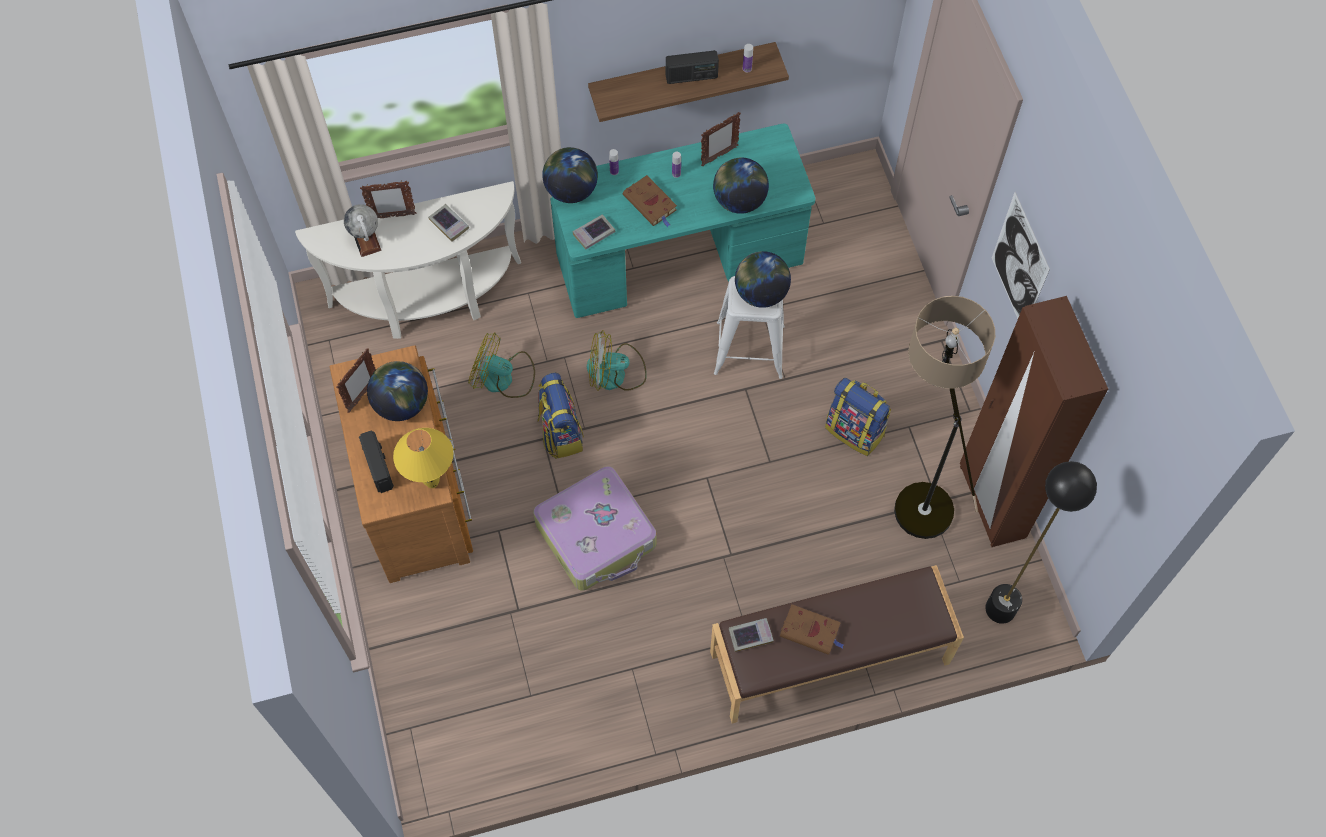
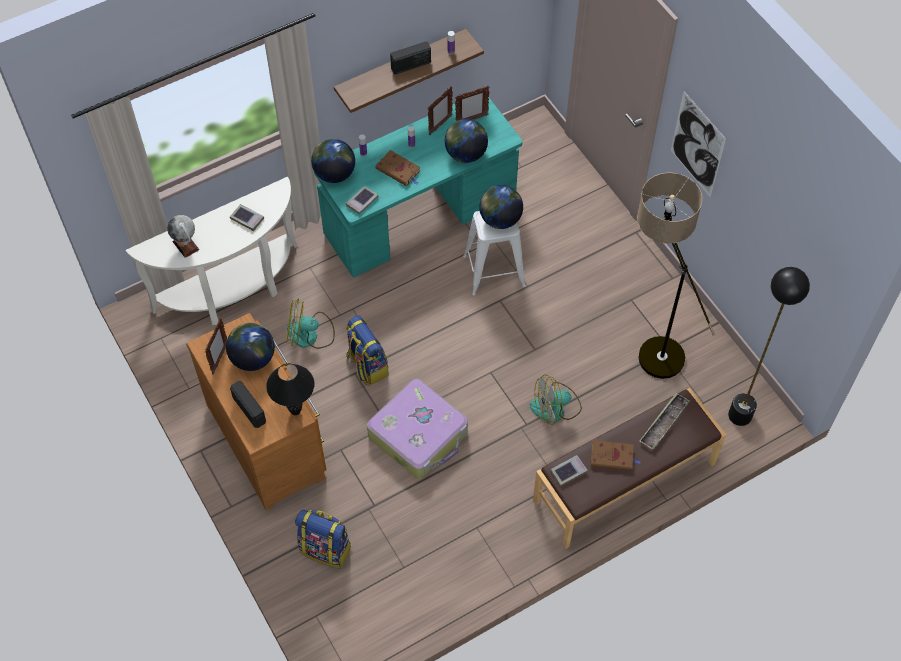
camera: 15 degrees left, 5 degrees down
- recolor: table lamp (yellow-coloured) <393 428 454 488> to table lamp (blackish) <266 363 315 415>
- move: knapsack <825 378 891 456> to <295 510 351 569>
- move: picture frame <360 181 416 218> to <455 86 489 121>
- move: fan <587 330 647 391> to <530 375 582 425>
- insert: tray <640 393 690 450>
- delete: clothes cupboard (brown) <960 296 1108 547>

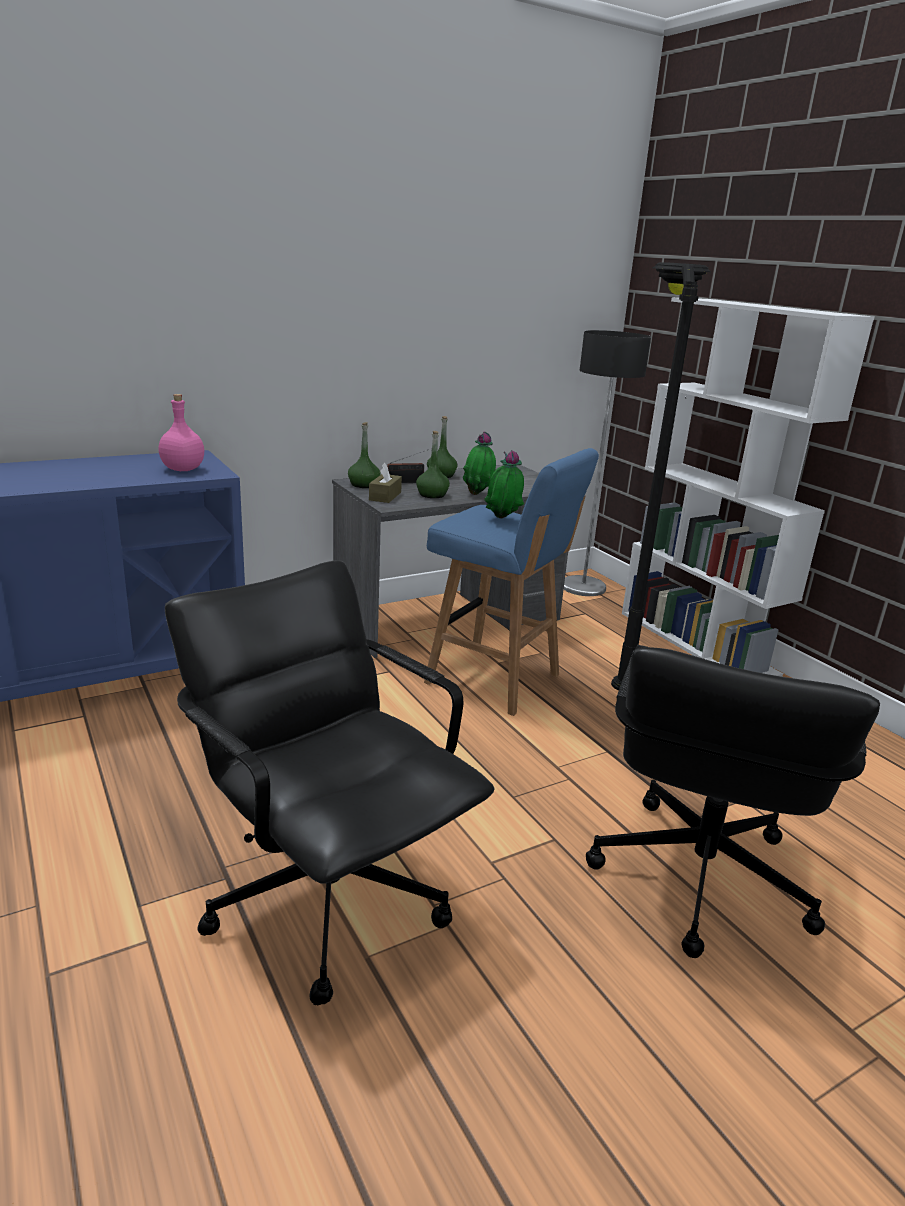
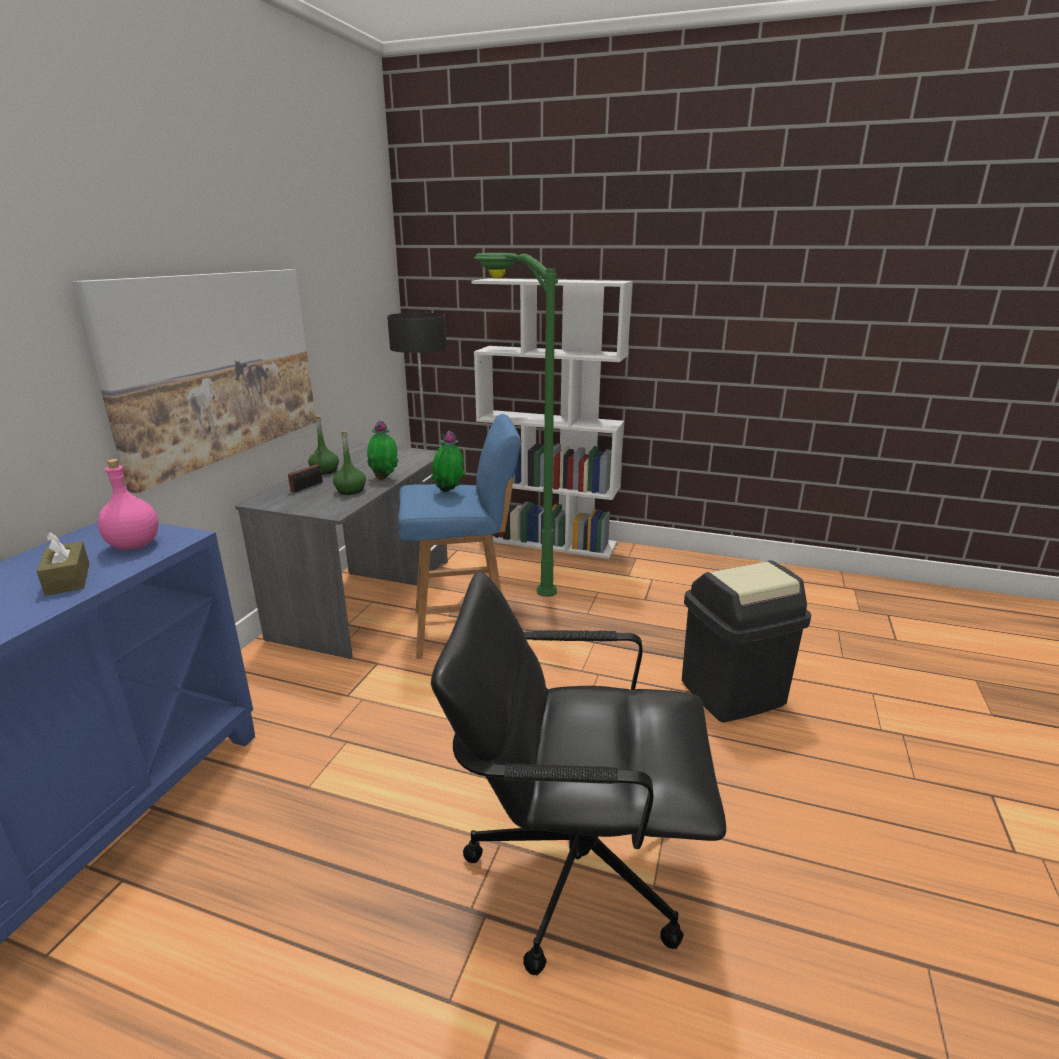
camera: 40 degrees left, 0 degrees up
- move: tissue box (brown) <369 463 402 503> to <37 532 90 596>
- insert: picture <72 269 316 493>
- recolor: standing lamp (blackish) <611 262 711 690> to standing lamp (green) <474 253 558 597>
- replace: desk chair (blackish) <586 645 880 958> to trash can (blackish) <682 561 811 722>
- delete: beverage bottle (green) <348 422 381 488>

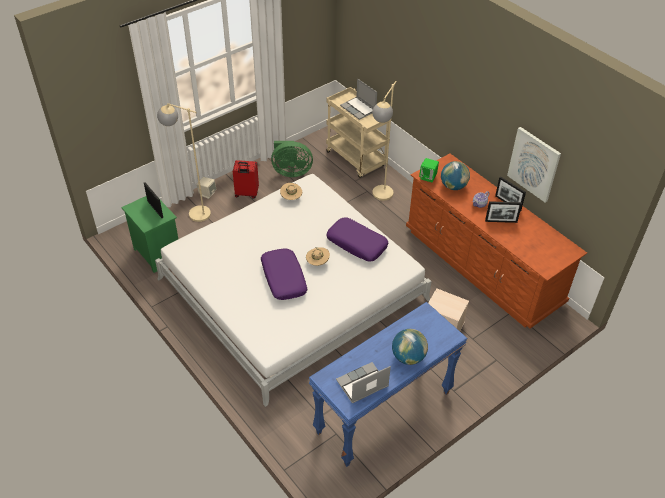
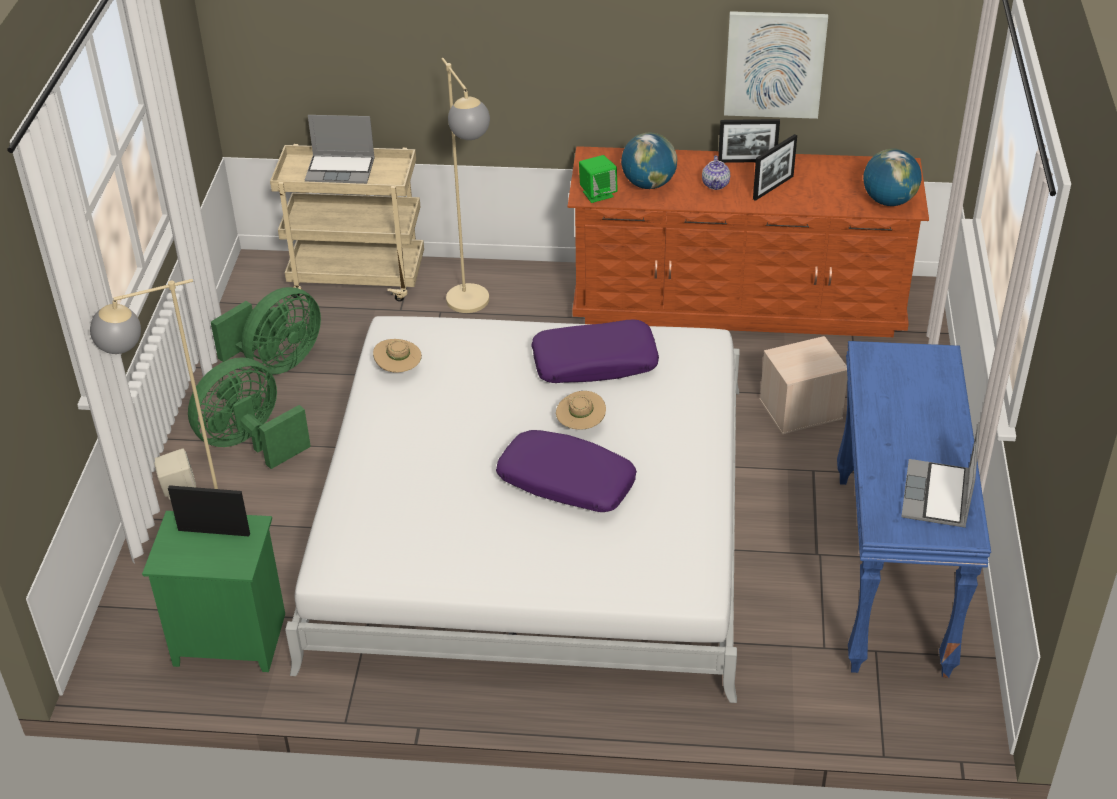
camera: 45 degrees left, 5 degrees down
- replace: suitcase (red-coloured) <233 160 259 199> to fan (green) <188 357 311 469>
- move: desk globe <392 329 428 365> to <863 149 922 206>

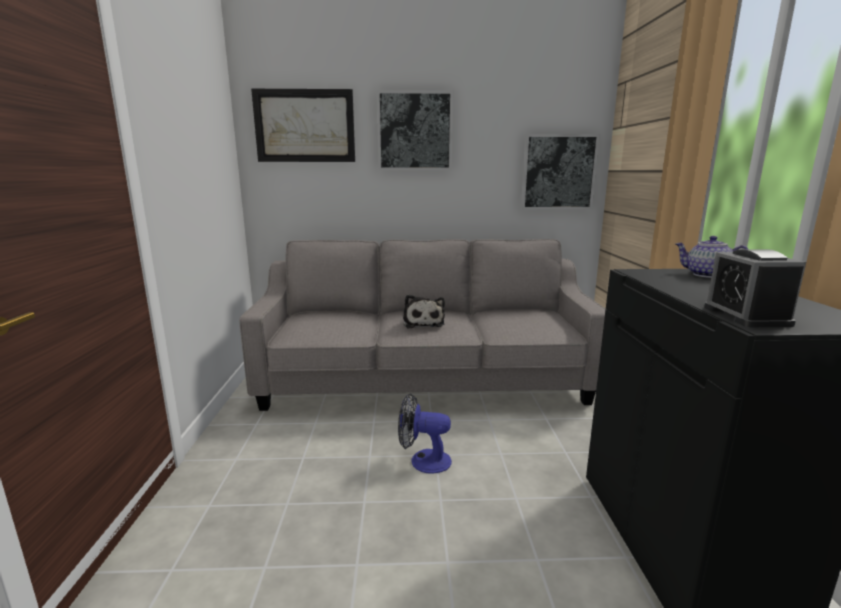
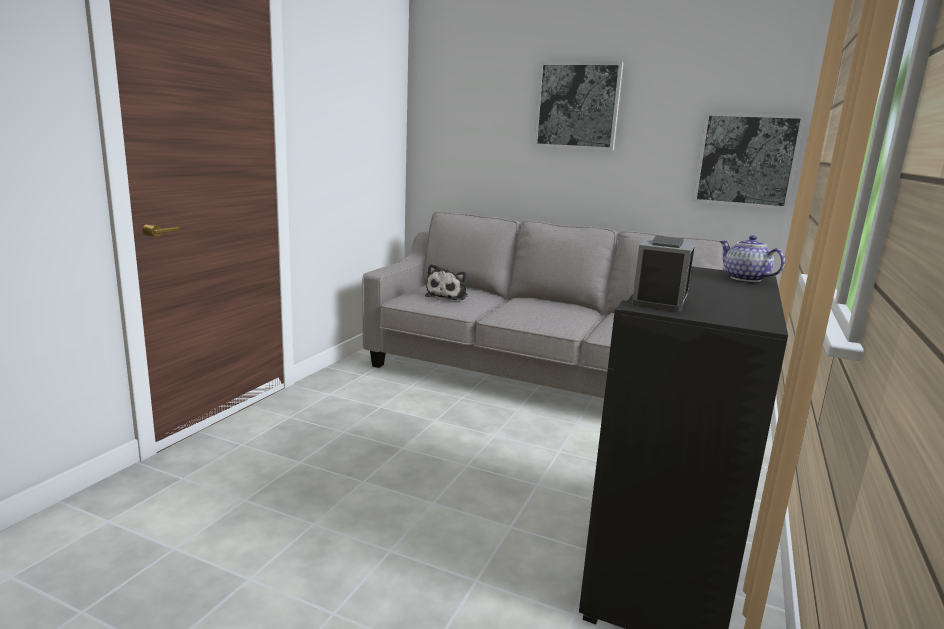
camera: 25 degrees right, 0 degrees up
- move: plush toy <403 294 445 328> to <425 264 468 300>
- delete: picture <251 89 355 162>
- delete: fan <398 393 452 474>

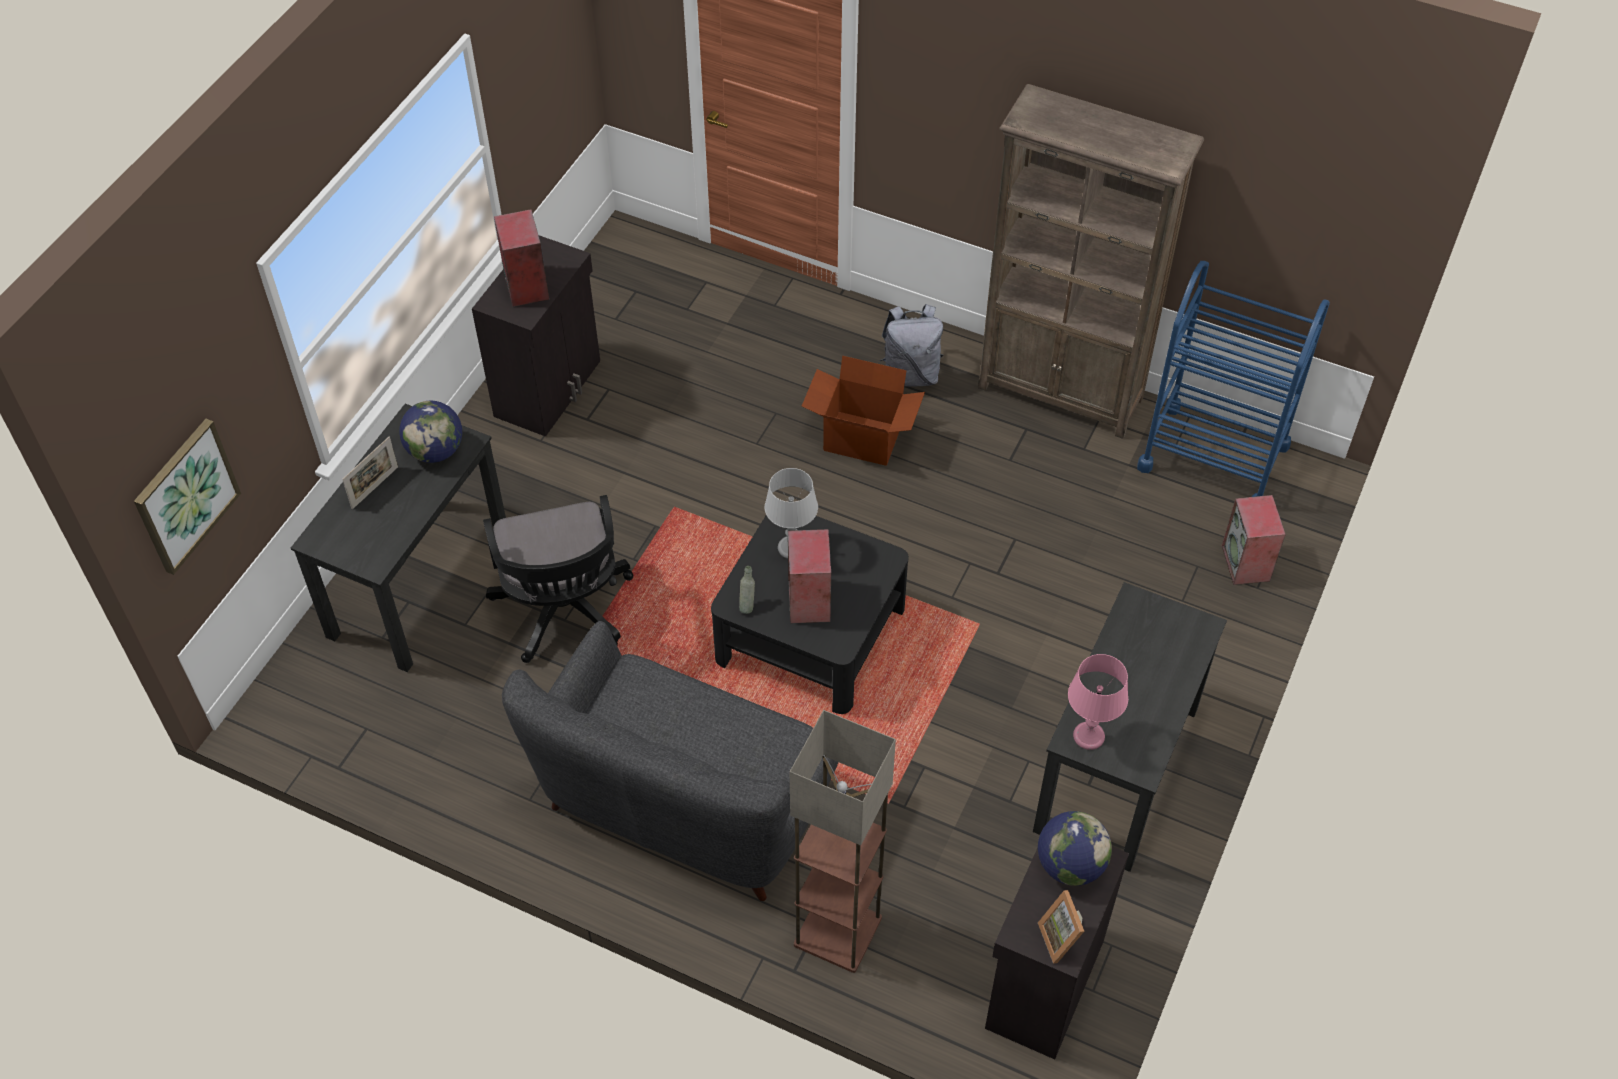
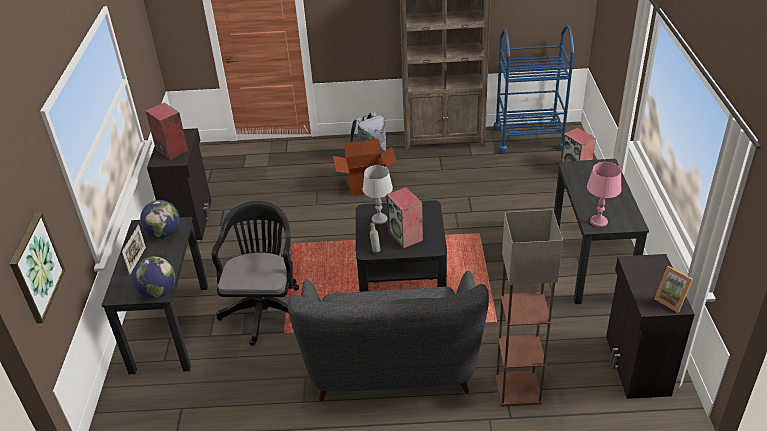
camera: 25 degrees left, 15 degrees down
- move: desk globe <1038 811 1112 886> to <132 257 175 298>
- rotate: desk chair (blackish) <483 495 633 663> = <211 201 299 346> 135 degrees counterclockwise

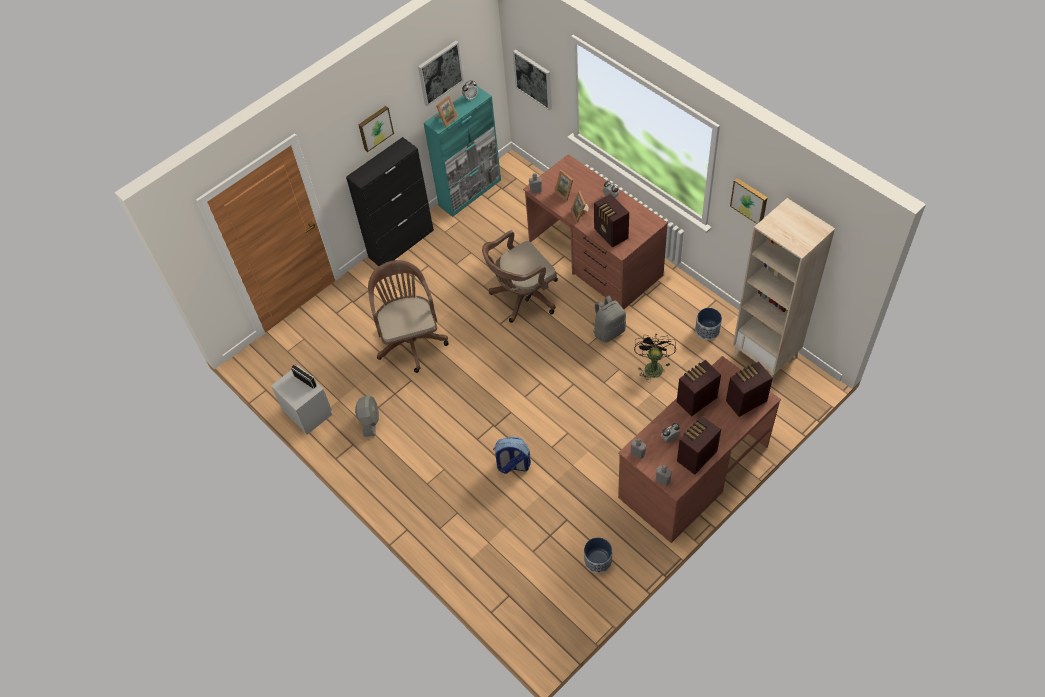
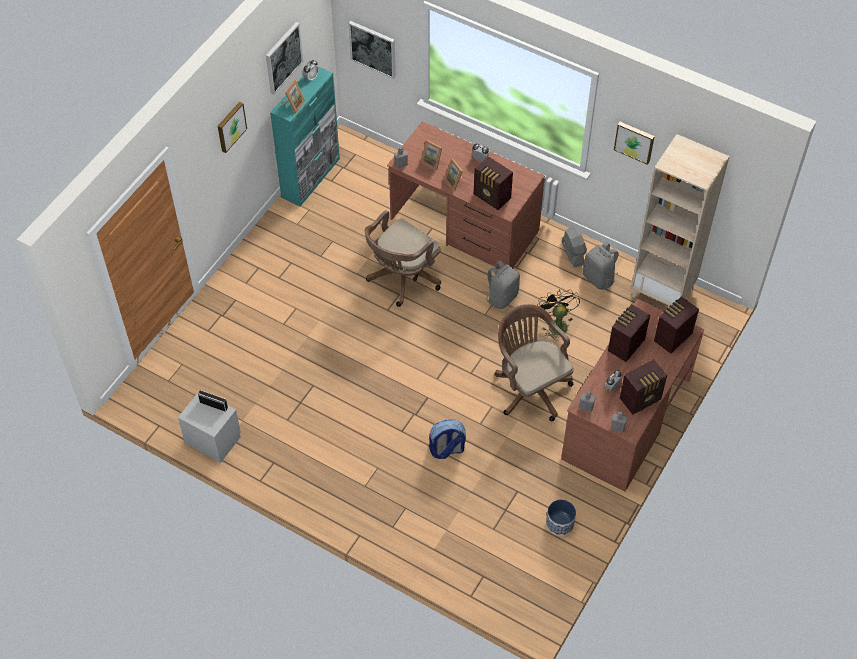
camera: 20 degrees left, 0 degrees up
- move: desk chair (brown) <368 260 449 373> to <494 304 574 421>
- move: fan (grey) <355 395 379 437> to <562 225 587 268>
- replace: plant pot <695 308 722 340> to knapsack (grey) <583 241 619 290>
- rotate: radio receiver <677 416 721 475> = <620 359 667 415> 150 degrees counterclockwise
- delete: cabinet (blackish) <346 137 434 266>

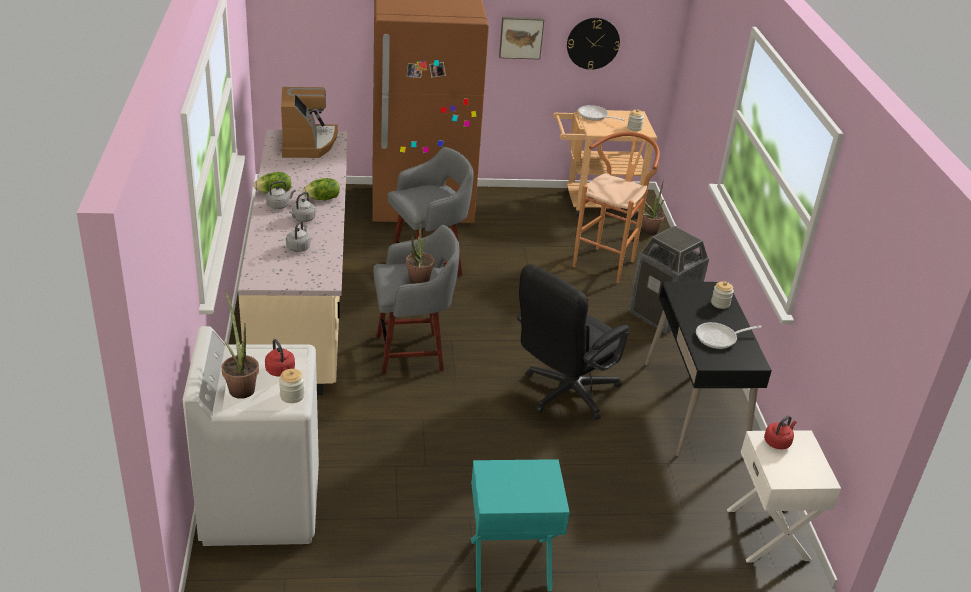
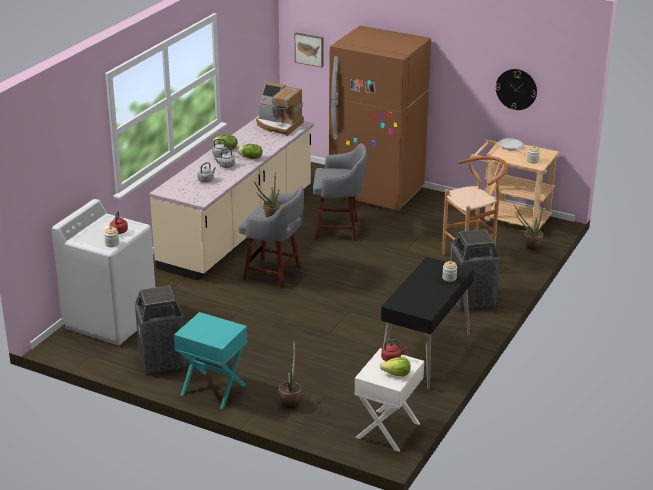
camera: 35 degrees right, 5 degrees down
- insert: trash can <135 285 187 375>
- rotate: coffee brewer <281 87 338 158> = <256 82 304 136> 90 degrees clockwise
- move: houseplant <222 290 259 399> to <279 342 301 408>
- move: picture <499 17 544 60> to <295 32 324 68>
- insert: head of lettuce <380 357 411 376>
- delete: desk chair (blackish) <517 264 629 420>
- delete: skillet <696 322 762 349>

